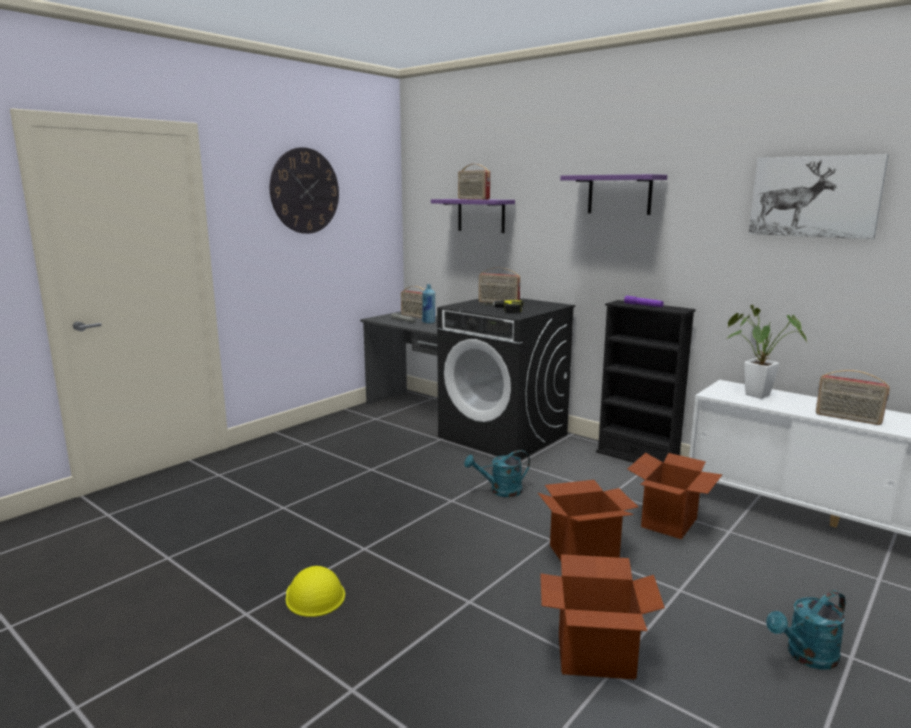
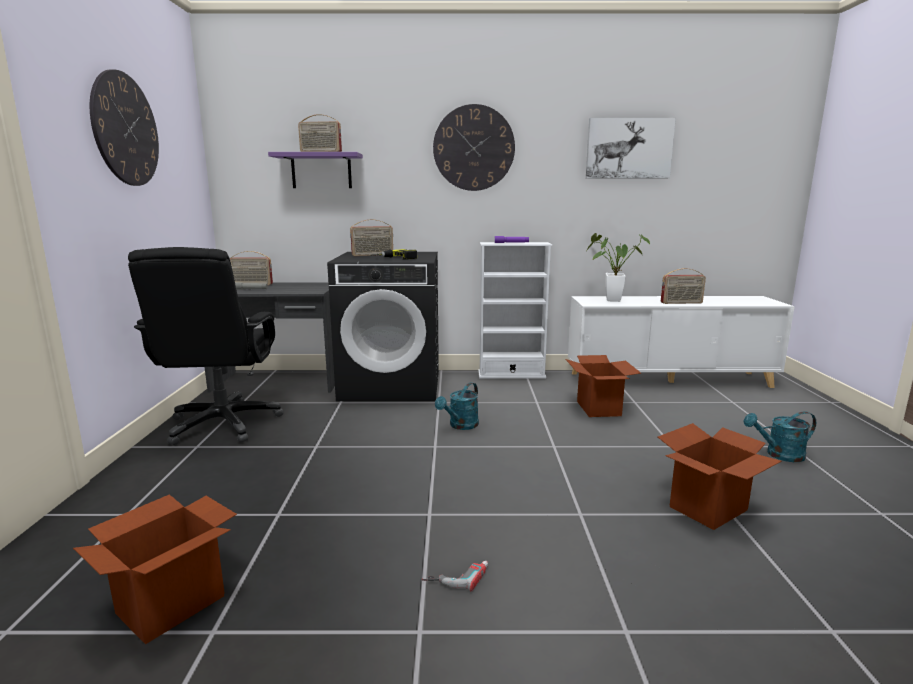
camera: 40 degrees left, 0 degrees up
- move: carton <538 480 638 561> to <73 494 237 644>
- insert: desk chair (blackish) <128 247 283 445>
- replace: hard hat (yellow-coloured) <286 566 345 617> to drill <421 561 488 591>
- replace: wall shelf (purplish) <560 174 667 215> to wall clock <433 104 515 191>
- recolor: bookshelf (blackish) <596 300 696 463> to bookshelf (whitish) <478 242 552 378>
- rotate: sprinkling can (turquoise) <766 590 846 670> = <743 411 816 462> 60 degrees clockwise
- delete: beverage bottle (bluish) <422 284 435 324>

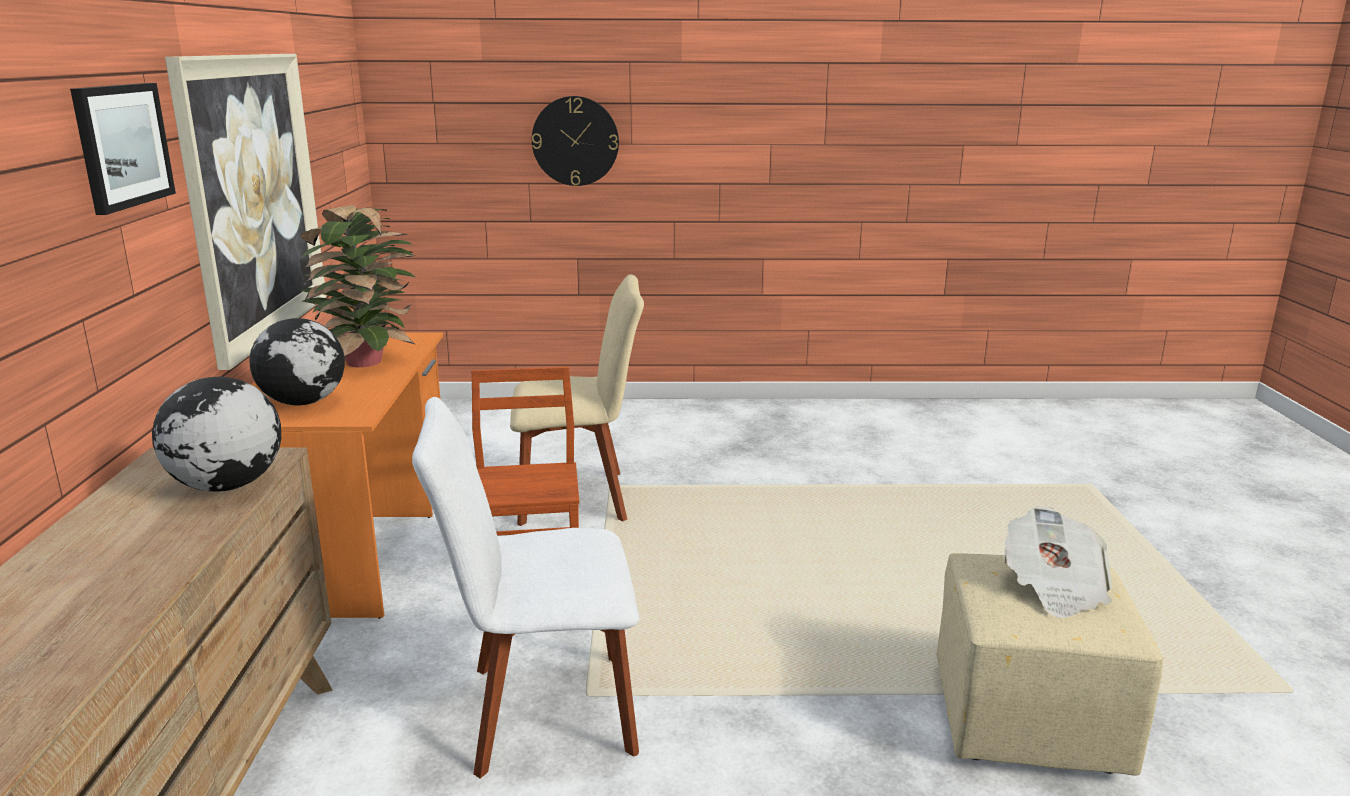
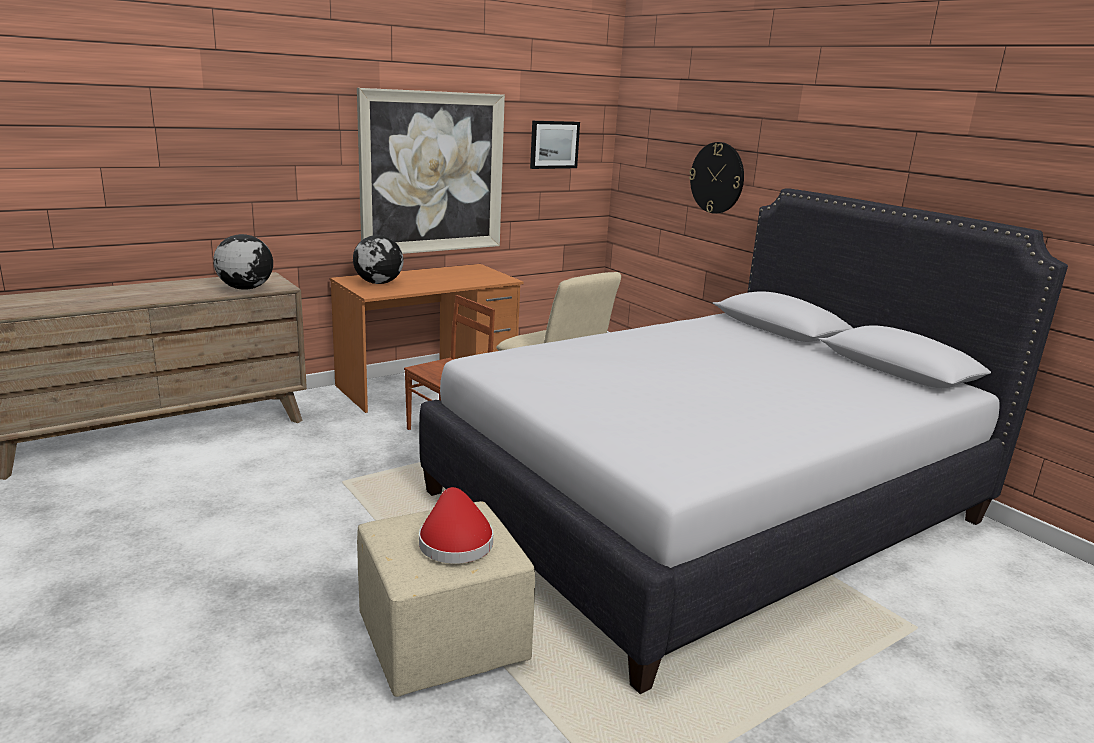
camera: 55 degrees right, 0 degrees up
- insert: bed (whitish) <419 188 1068 694>
- replace: printed paper <1003 506 1112 618> to hat (red-coloured) <419 487 493 564>
- move: picture <70 83 176 215> to <530 121 580 169>
- delete: houseplant <300 205 415 367>
- delete: plain chair (whitish) <412 397 639 779>

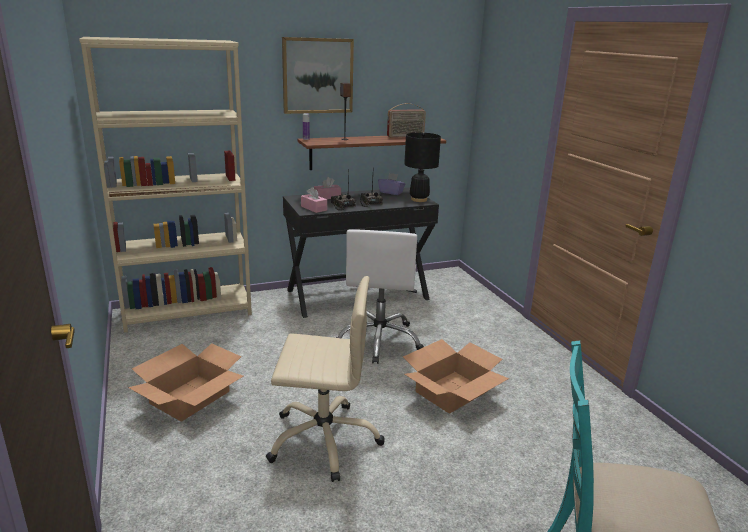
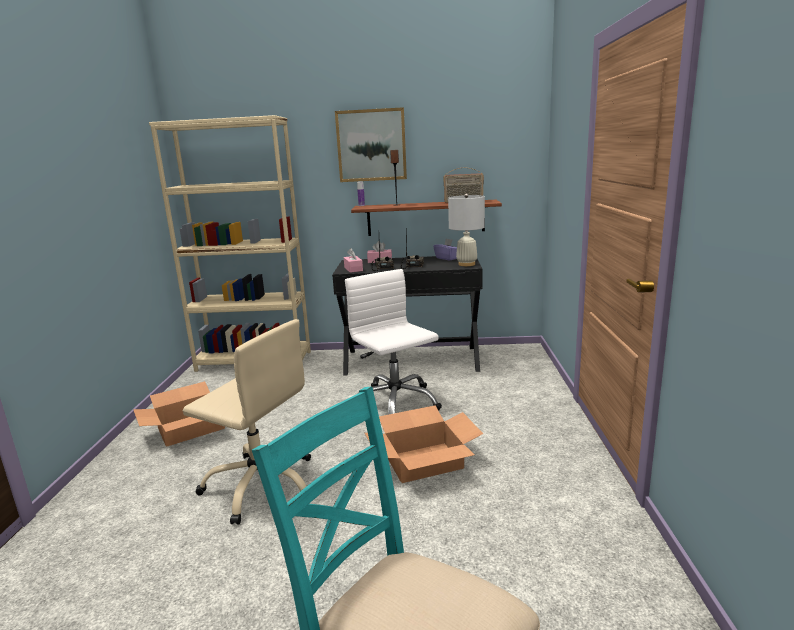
camera: 25 degrees right, 5 degrees down
- rotate: desk chair (whitish) <336 229 424 364> = <345 269 442 415> 120 degrees clockwise
- recolor: table lamp (blackish) <404 132 441 202> to table lamp (whitish) <448 194 485 266>

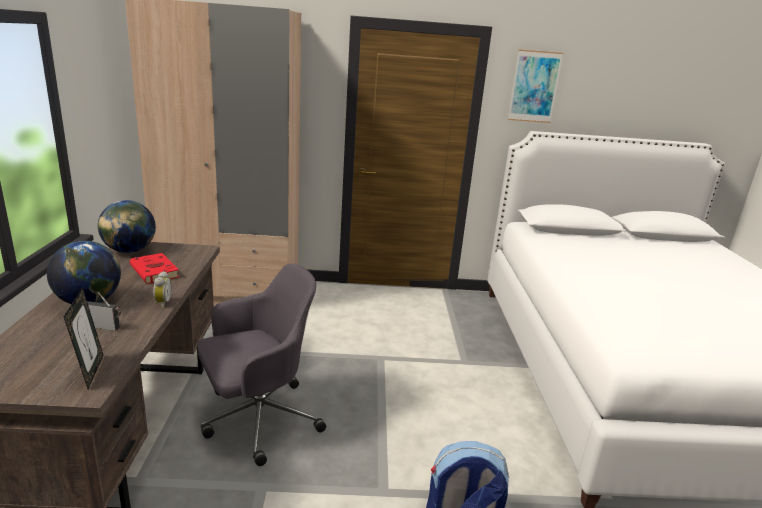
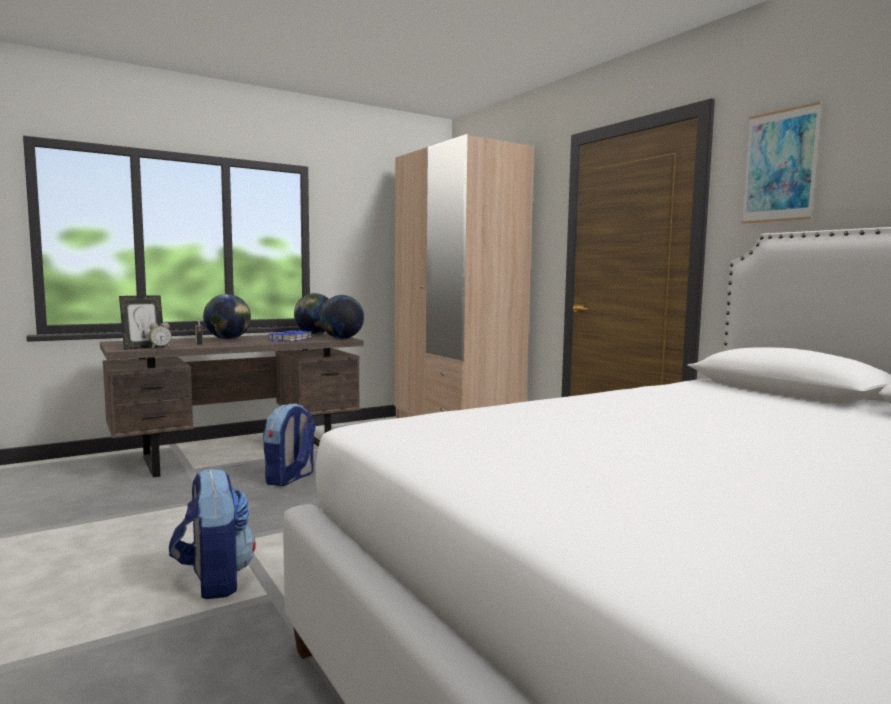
camera: 60 degrees right, 15 degrees down
- move: bedside clock <153 271 172 308> to <148 322 172 349>
- replace: desk chair (grey) <197 263 326 466> to knapsack <263 403 316 486>
- recolor: book (red-coloured) <130 253 179 284> to book (bluish) <268 330 313 342>
- insert: desk globe <320 295 364 339>

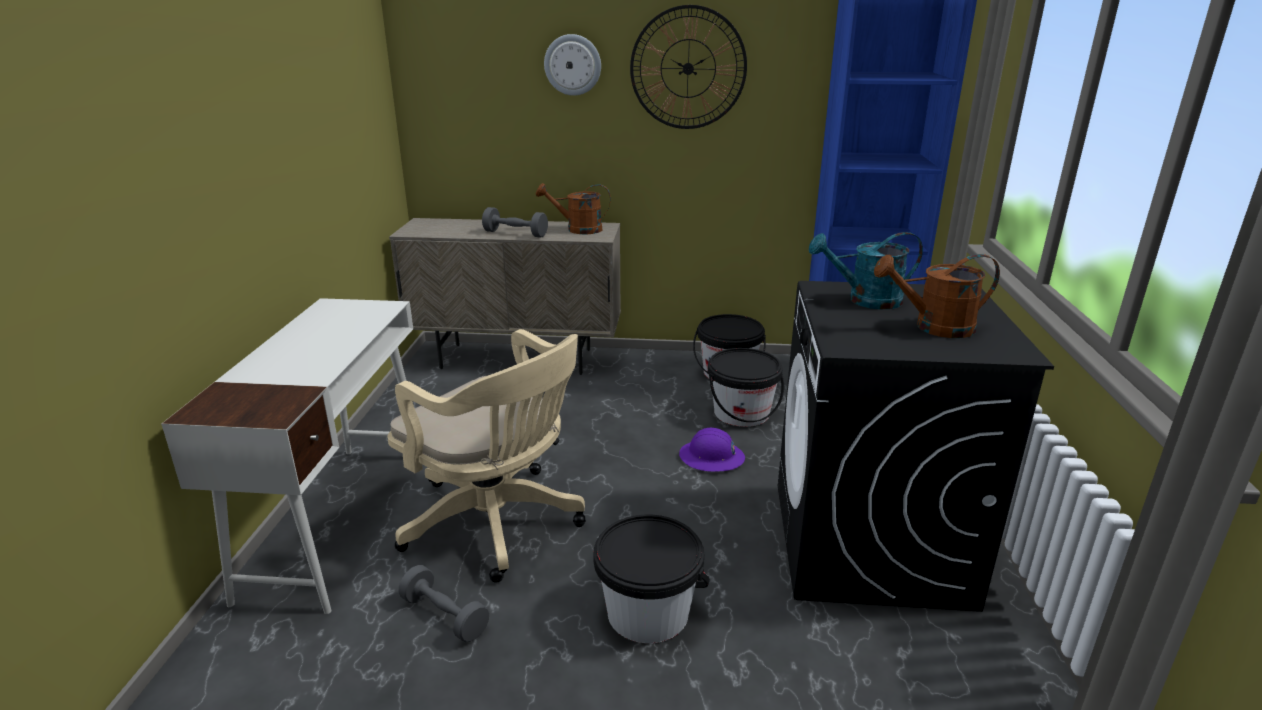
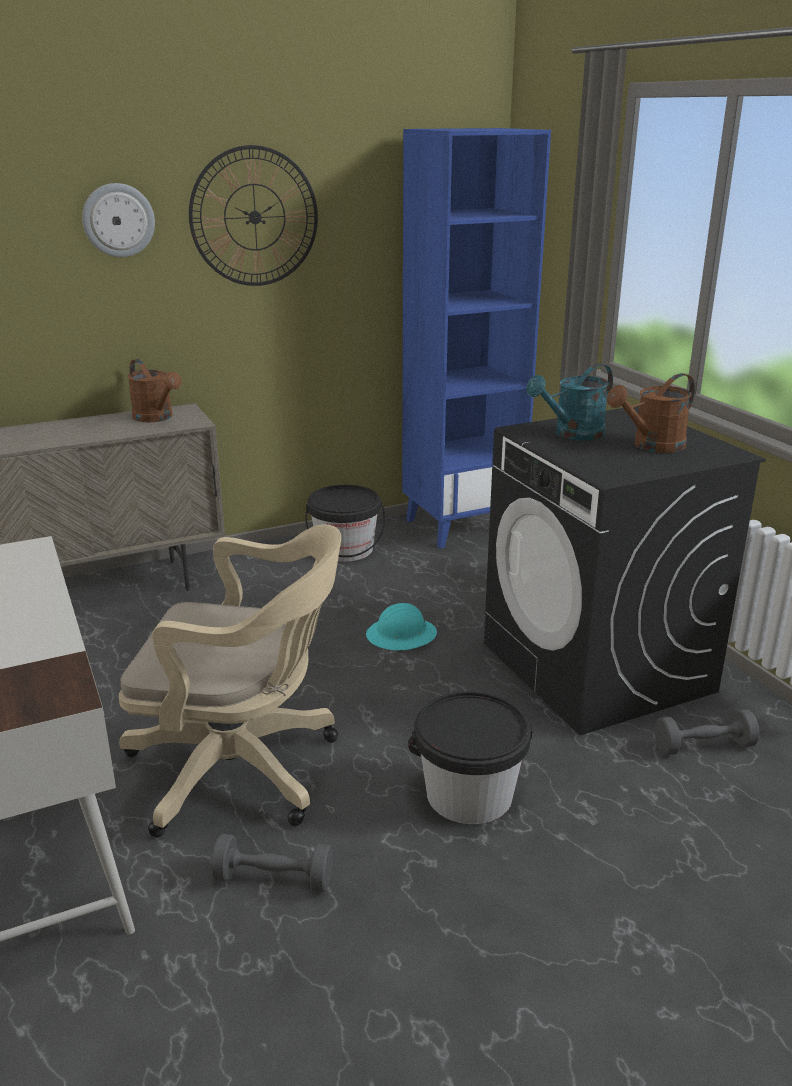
camera: 30 degrees left, 0 degrees up
- rotate: sprinkling can (brown) <536 183 611 234> = <127 359 182 422> 105 degrees counterclockwise
- recolor: hard hat (purplish) <679 428 745 472> to hard hat (turquoise) <366 603 437 650>
- move: dumbbell (grey) <482 207 548 238> to <655 709 760 755>
- delete: water bucket (blackish) <708 348 784 427>

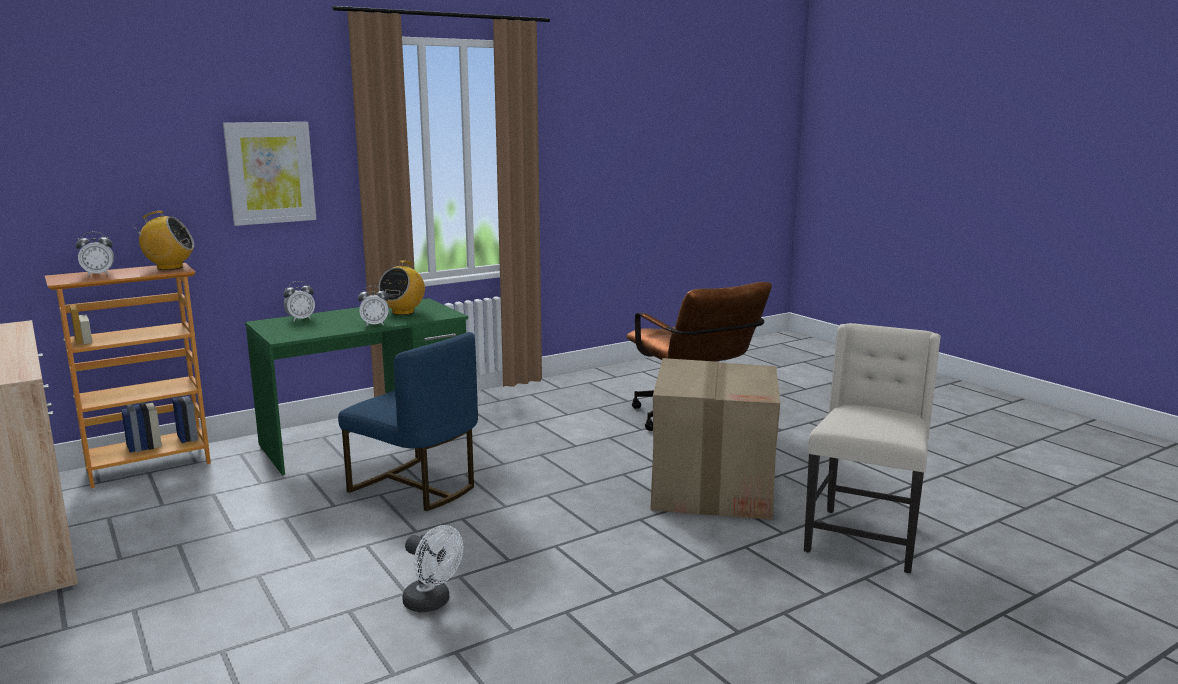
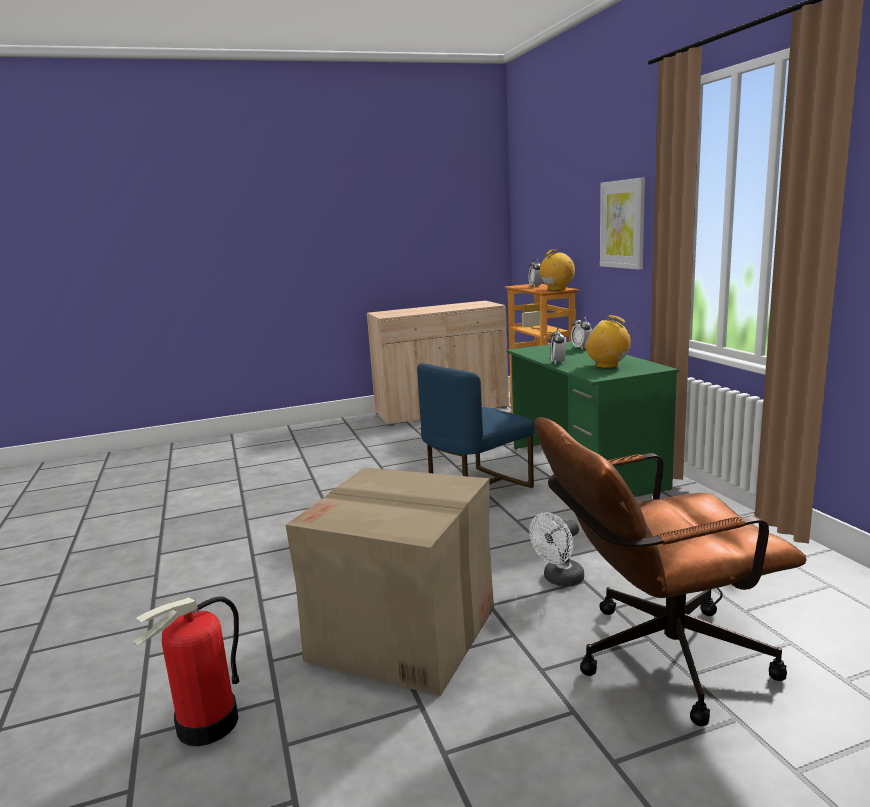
camera: 105 degrees right, 0 degrees up
- replace: plain chair (beige) <804 323 940 573> to extinguisher <133 596 239 746>
- move: fan (whitish) <402 525 463 613> to <529 512 584 587>
- rotate: radio receiver <131 211 194 270> = <540 249 575 291> 135 degrees counterclockwise

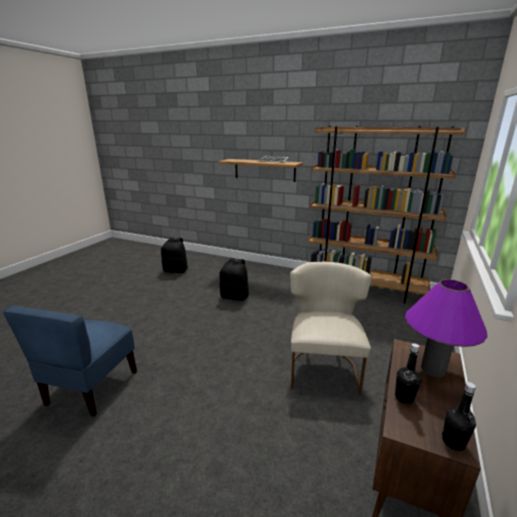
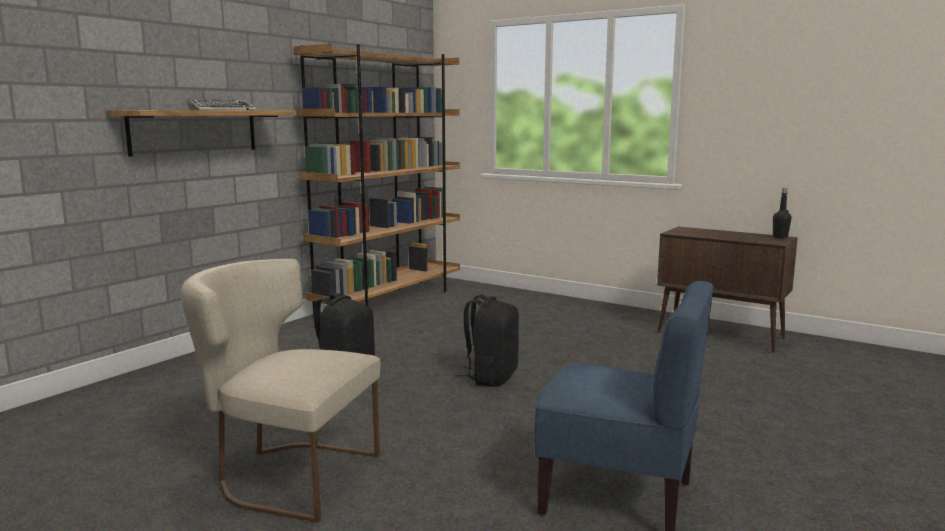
camera: 80 degrees left, 10 degrees down
- move: plain chair (beige) <290 261 372 395> to <181 259 380 523>
- move: knapsack (blackish) <161 237 188 273> to <455 294 519 387>
- delete: beverage bottle (blackish) <395 343 421 404>
- delete: table lamp (purplish) <405 279 488 377>

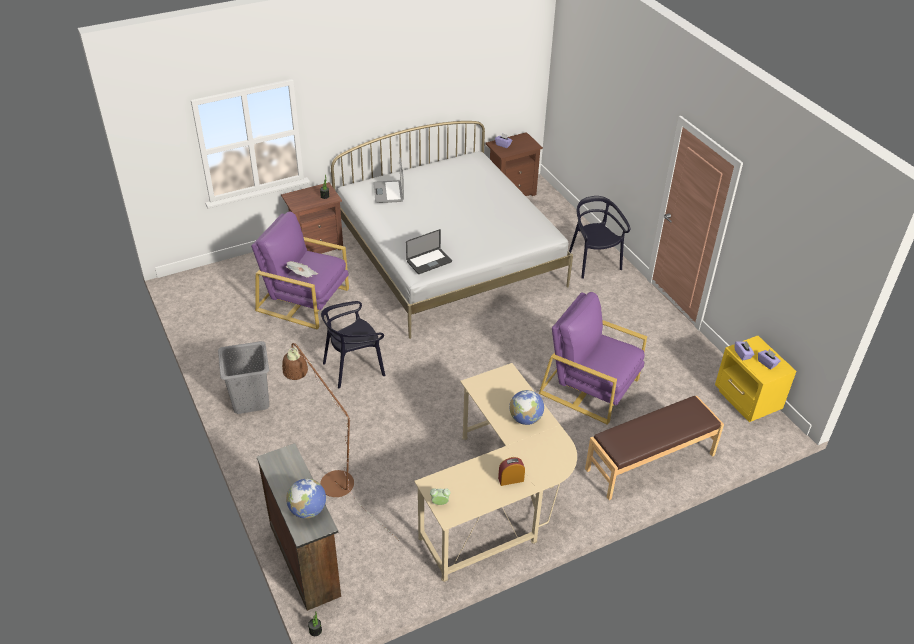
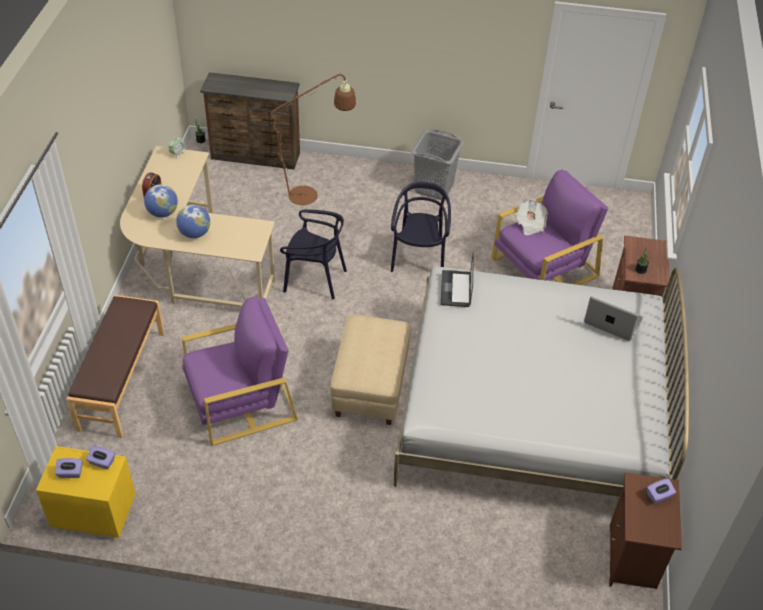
camera: 125 degrees right, 5 degrees up
- move: desk globe <286 479 326 519> to <144 185 178 218>
- move: plain chair (blackish) <569 196 630 279> to <280 209 347 299>
- insert: pouffe (beige) <330 314 411 425>

